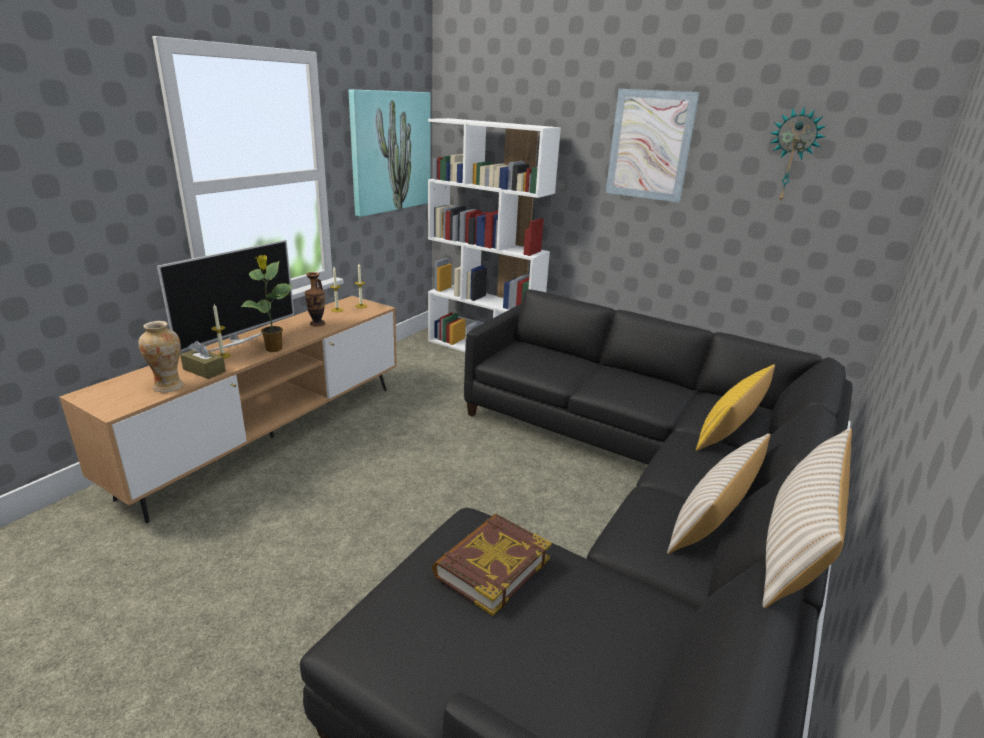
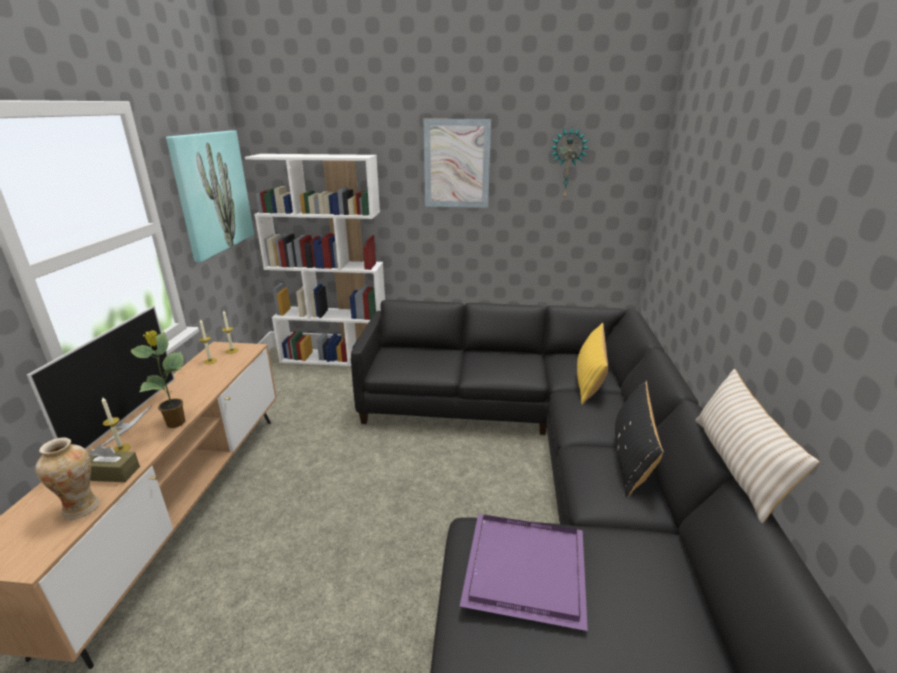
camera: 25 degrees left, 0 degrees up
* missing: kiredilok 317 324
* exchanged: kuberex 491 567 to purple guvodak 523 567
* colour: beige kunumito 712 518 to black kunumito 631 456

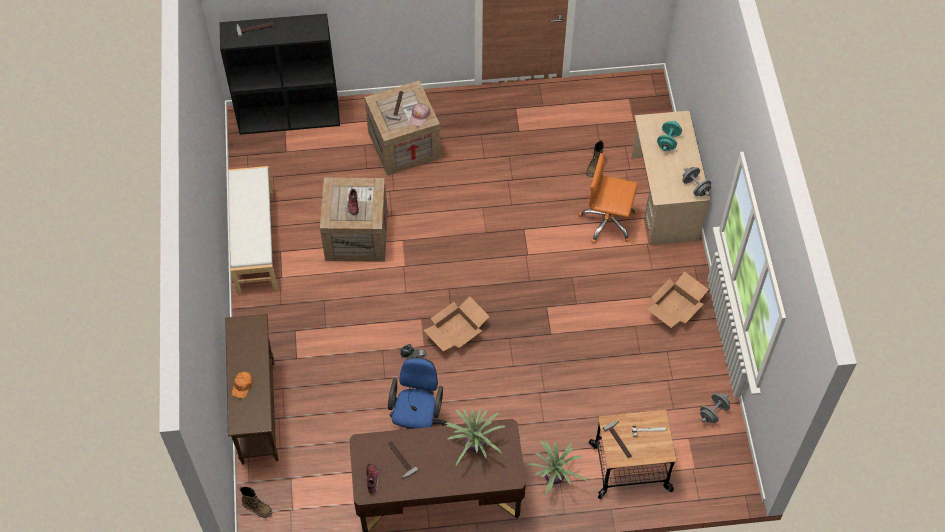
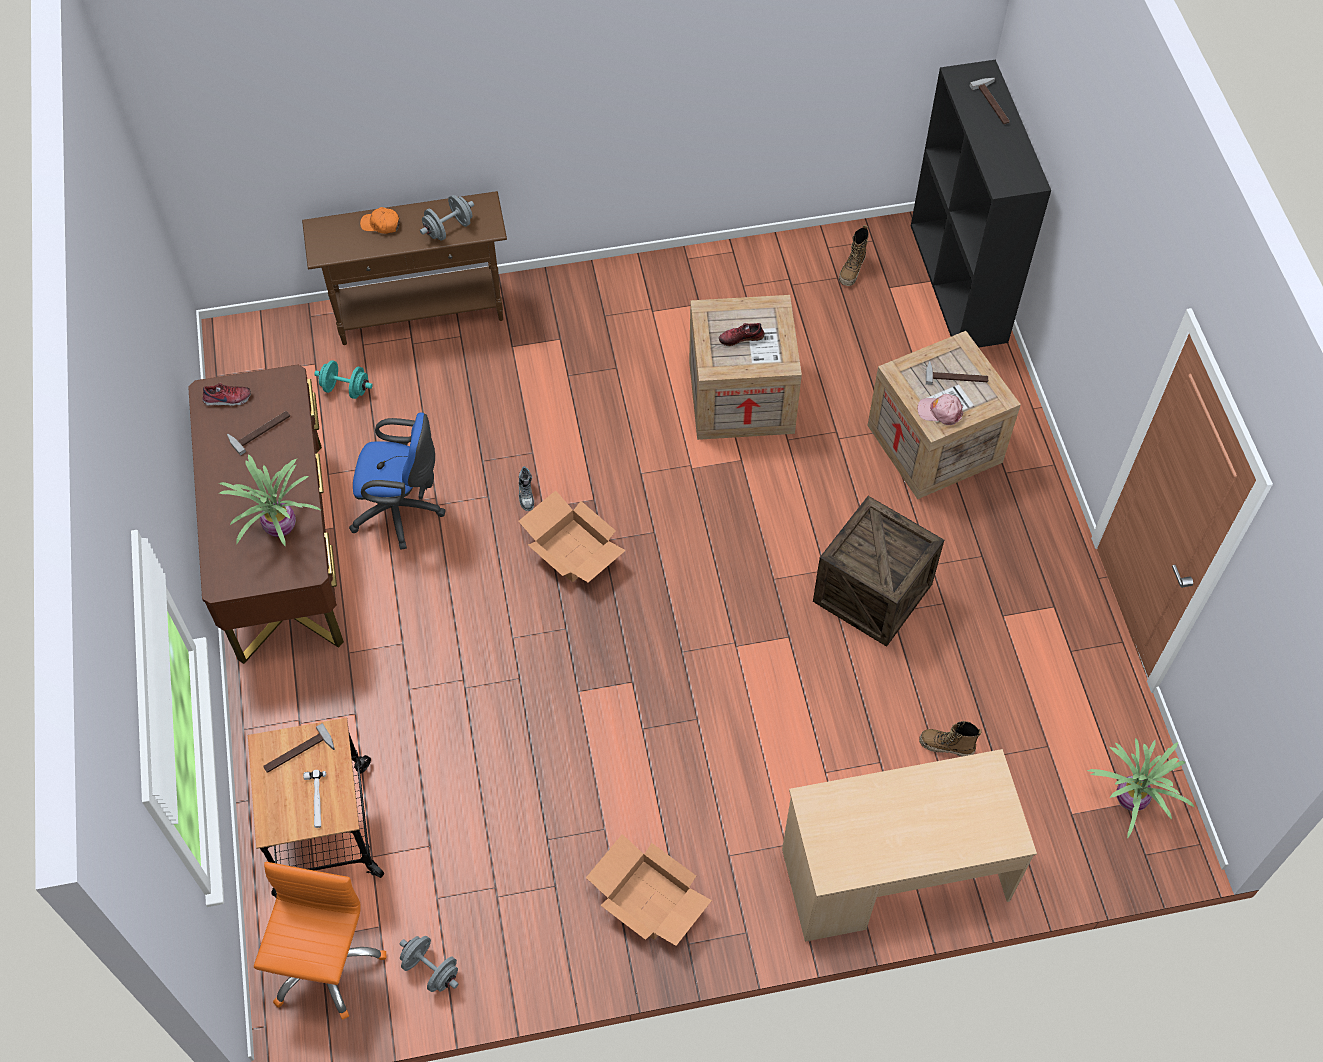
camera: 85 degrees right, 0 degrees up
* missing: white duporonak 254 241
* relocated: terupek 257 508 to 852 271
* relocated: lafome 555 478 to 1129 800
* relocated: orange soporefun 608 222 to 324 963
* relocated: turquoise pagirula 668 141 to 345 389
* relocated: grey pagirula 695 187 to 449 229
* appeared: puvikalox 872 593

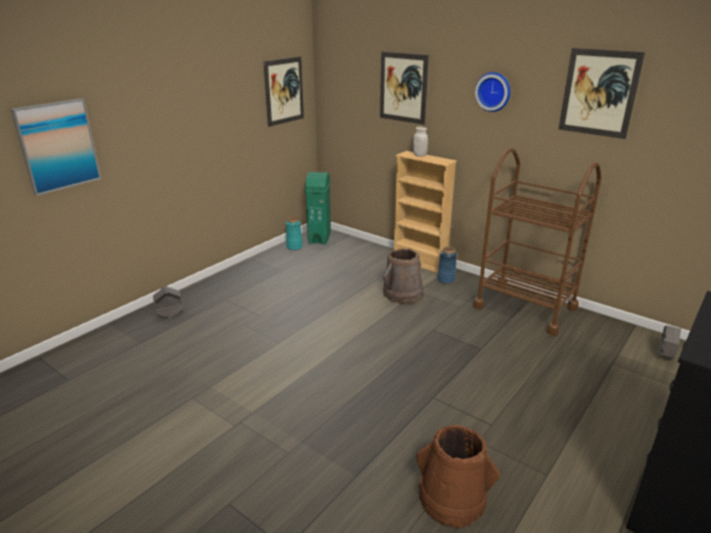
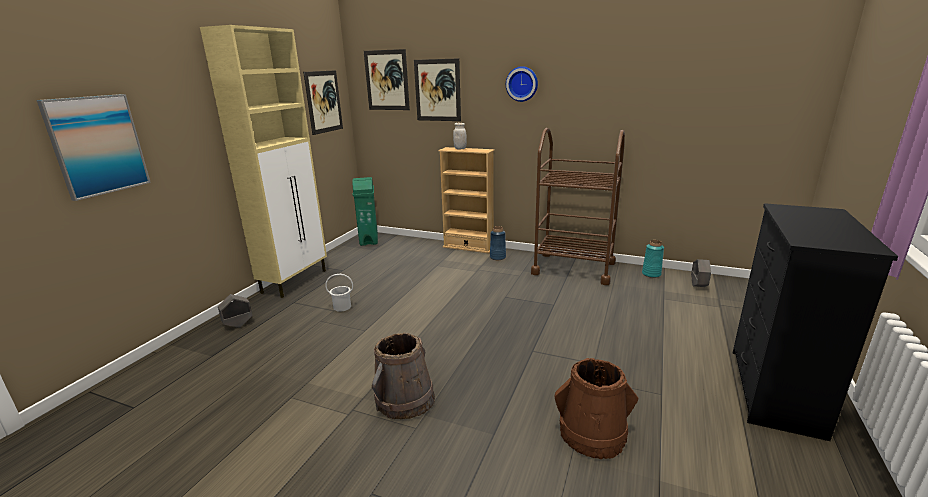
camera: 15 degrees left, 5 degrees down
* relocated: turquoise kiredilok 294 247 to 651 274
* relocated: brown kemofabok 403 294 to 405 400
* relocated: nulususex 599 93 to 387 80
* appeared: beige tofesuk 295 281
* appeared: white kemofabok 342 307

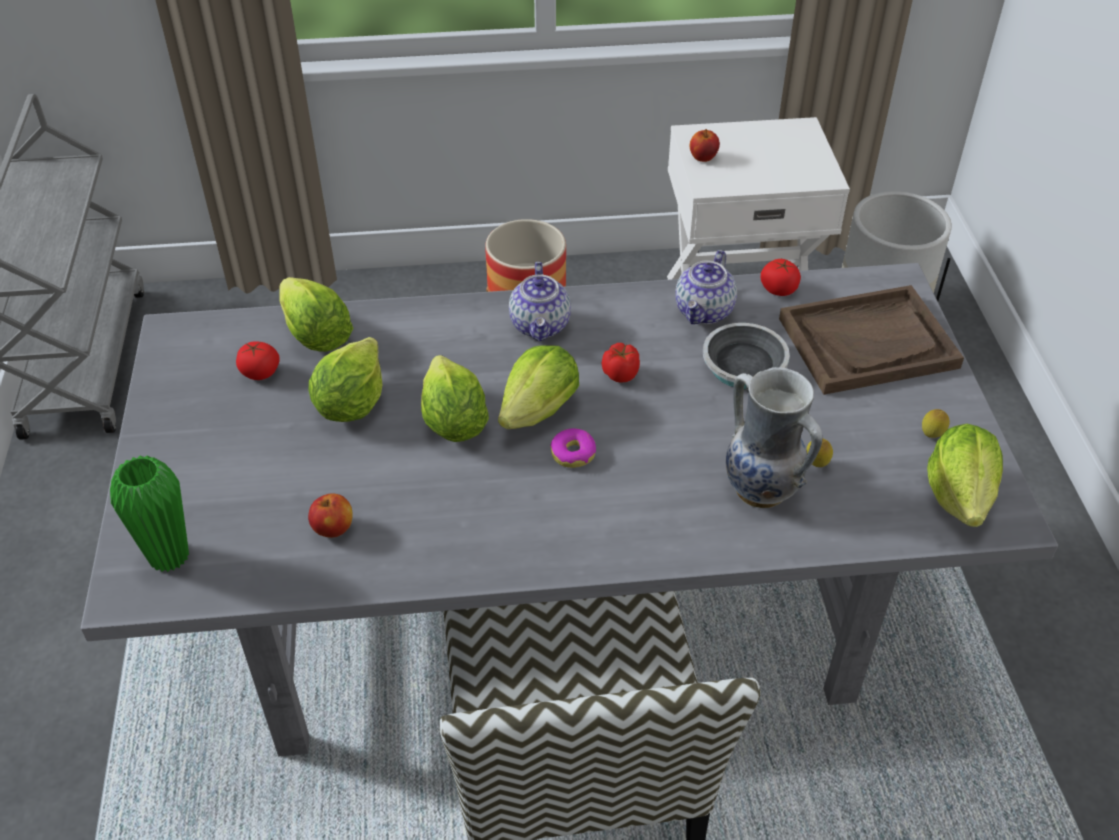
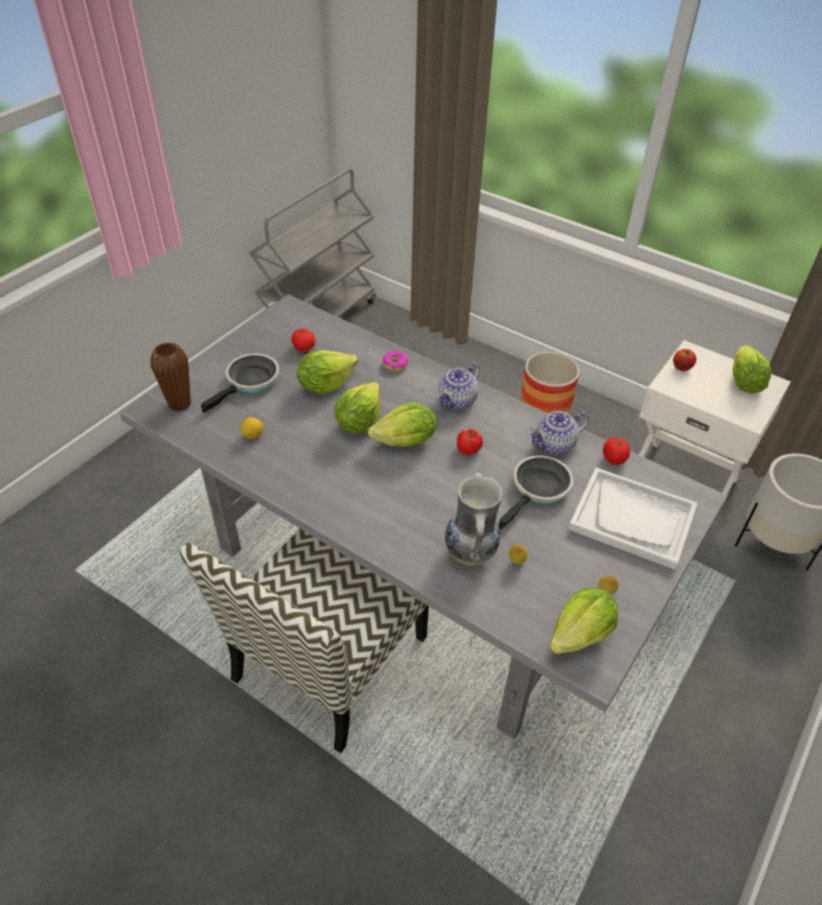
camera: 40 degrees right, 0 degrees up
* colour: green kiredilok 169 556 to brown kiredilok 180 404
* relocated: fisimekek 315 335 to 743 381
* exchanged: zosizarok 333 528 to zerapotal 253 436
* relocated: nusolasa 573 453 to 395 364
* colour: brown guvodak 868 343 to white guvodak 632 519
* appeared: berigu 250 382

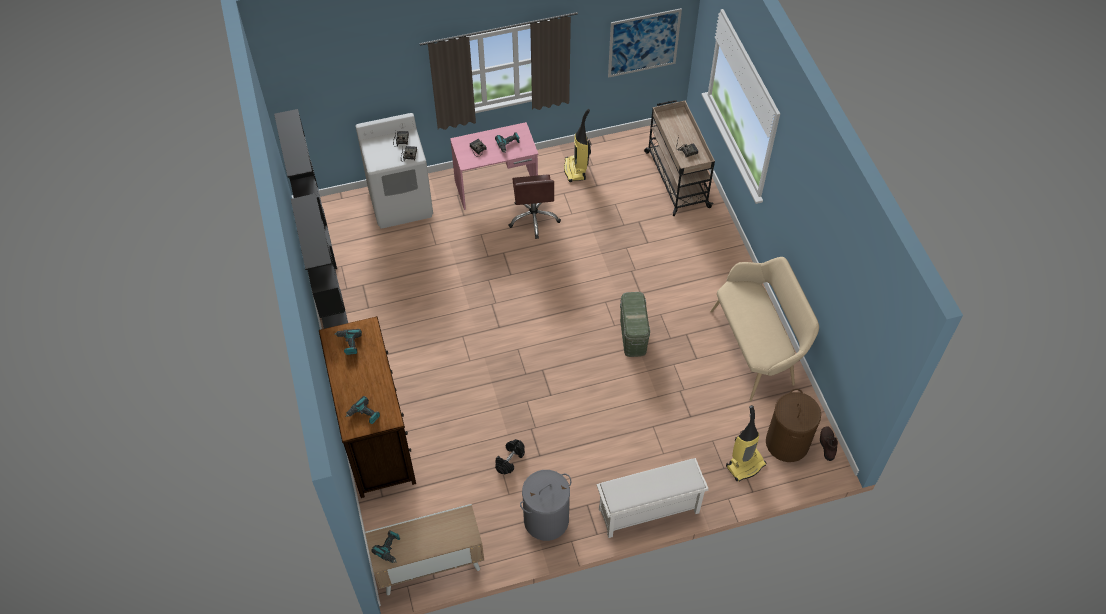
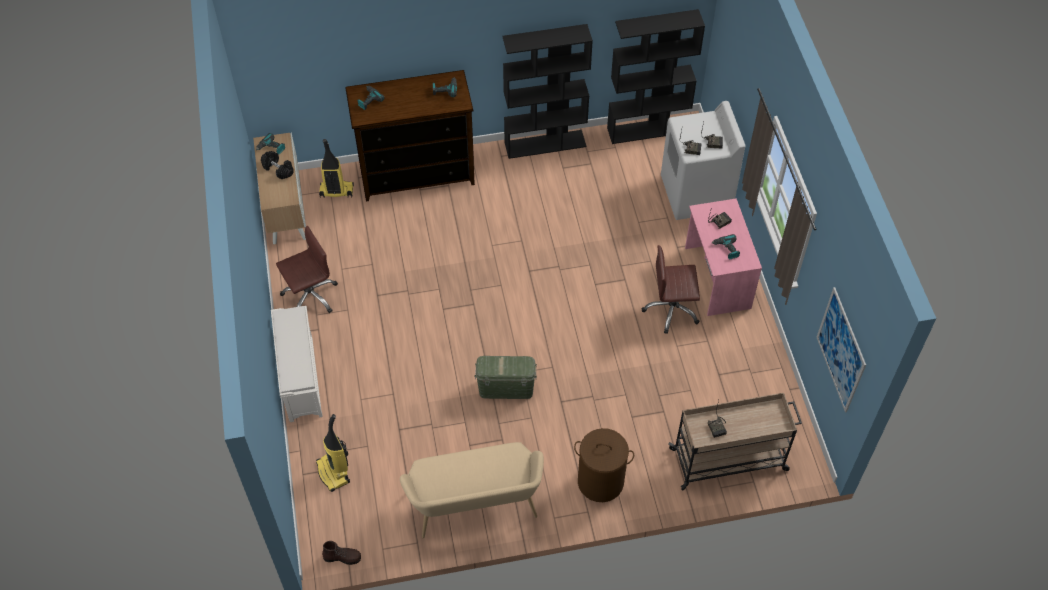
camera: 95 degrees right, 0 degrees up
* relocated: black pagirula 510 460 to 278 169
* exchanged: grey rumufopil 546 519 to brown soporefun 310 296
* relocated: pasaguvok 576 170 to 336 191
* relocated: brown rumufopil 787 443 to 600 481

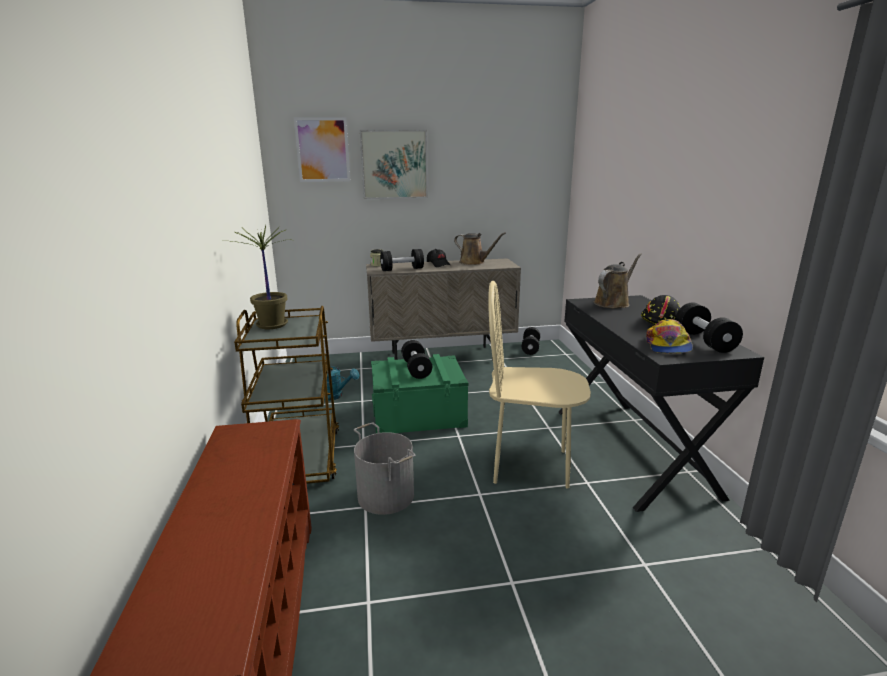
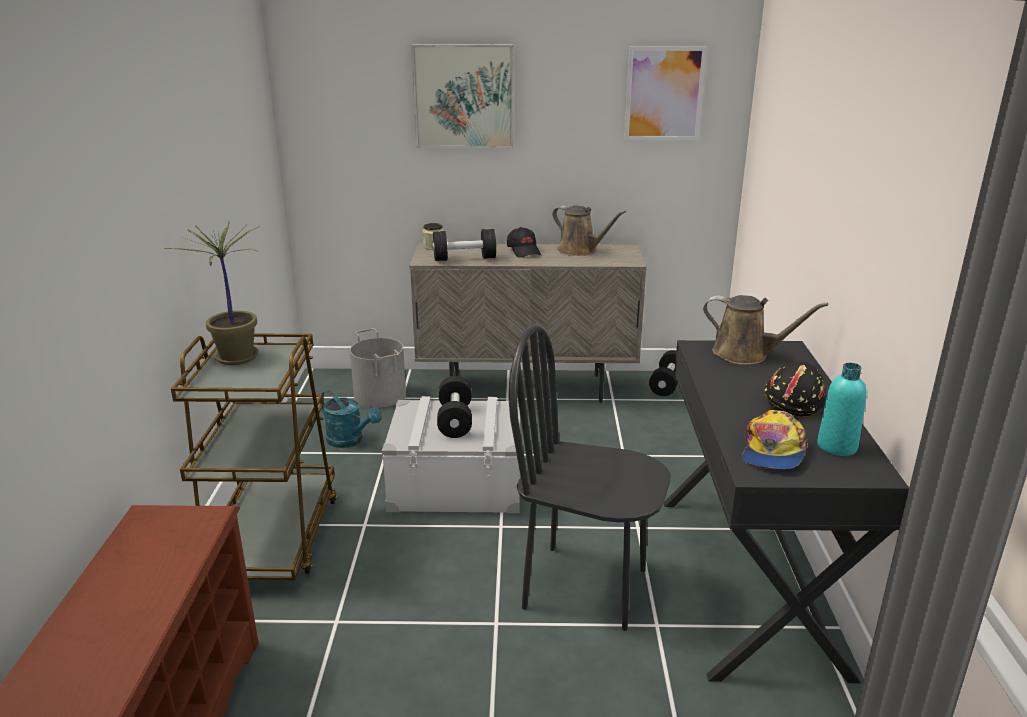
camera: 10 degrees right, 5 degrees up
* relocated: nulususex 322 150 to 664 94
* relocated: grey kemofabok 385 496 to 379 395
* colour: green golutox 418 413 to grey golutox 457 482
* colour: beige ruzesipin 530 465 to black ruzesipin 585 587
* spun: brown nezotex 613 303 = 745 354 60 degrees clockwise
* exchanged: black pagirula 704 341 to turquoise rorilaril 837 446

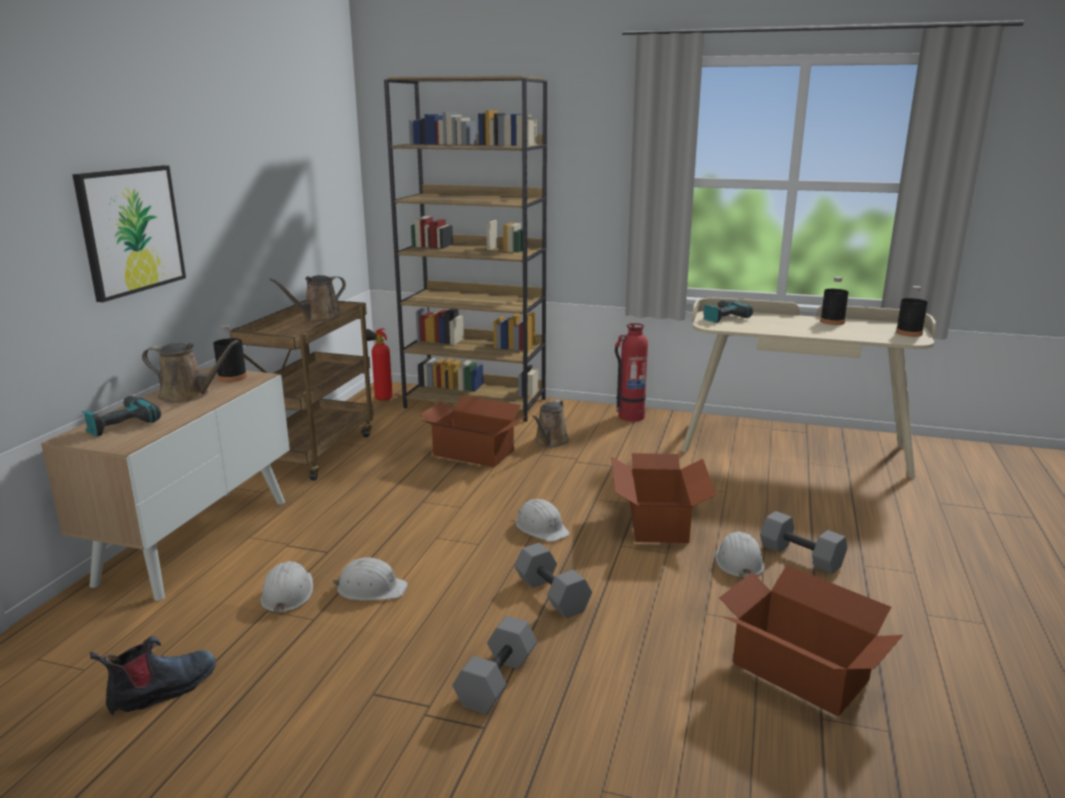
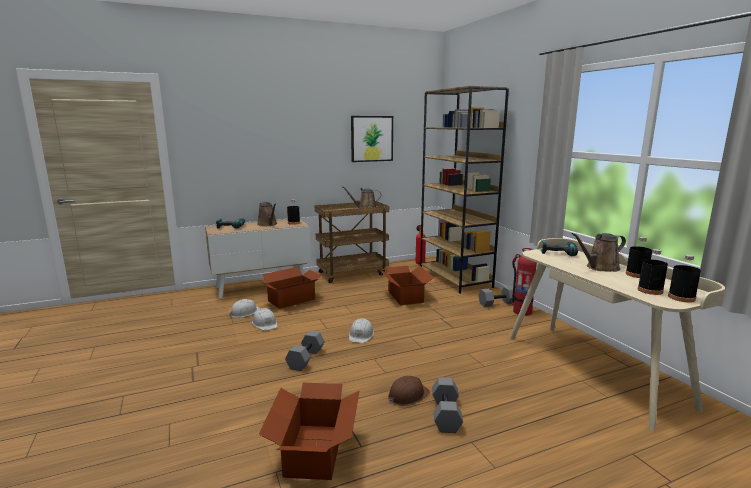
camera: 50 degrees right, 5 degrees down
* relocated: nulususex 131 230 to 371 138
* missing: terupek 163 690
* relocated: grey pagirula 495 679 to 497 303
* relocated: brown nezotex 550 442 to 600 268
* relocated: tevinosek 659 521 to 292 300
* colour: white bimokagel 738 561 to brown bimokagel 407 395
* appeared: black rorilaril 650 290

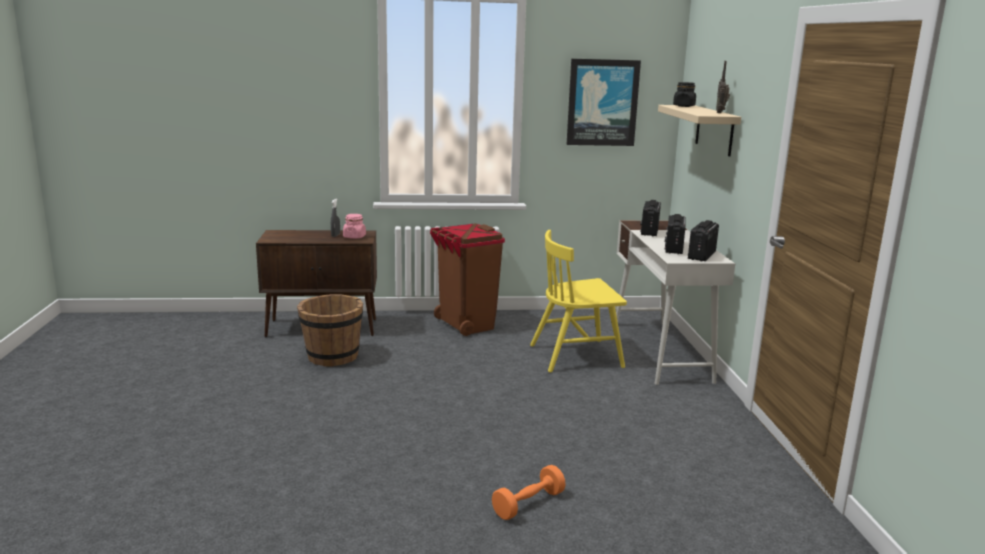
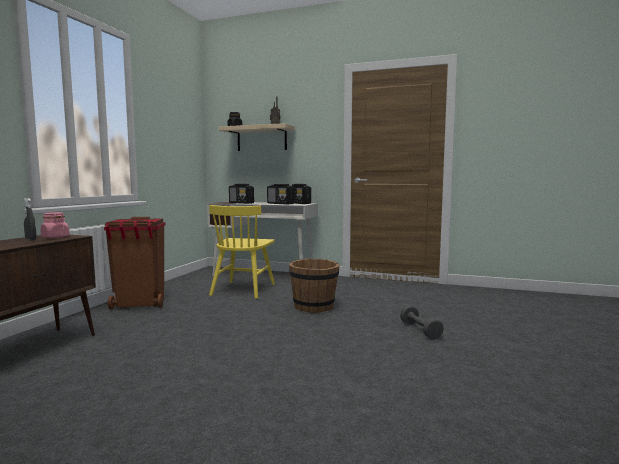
camera: 65 degrees left, 10 degrees down
* relocated: brown kemofabok 332 357 to 314 307
* colour: orange pagirula 528 504 to grey pagirula 420 331
* missing: nulususex 602 102

